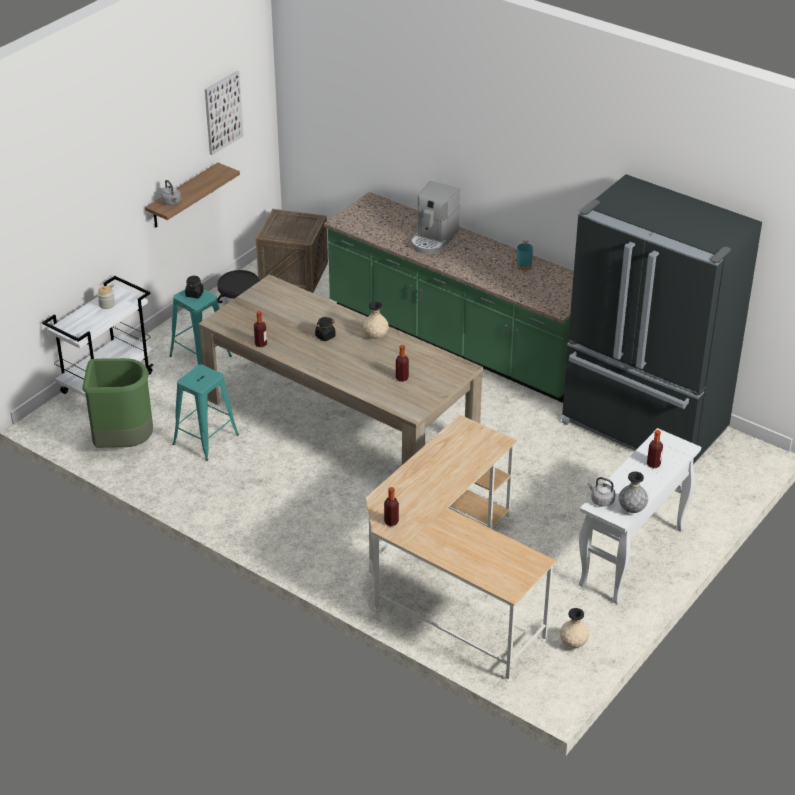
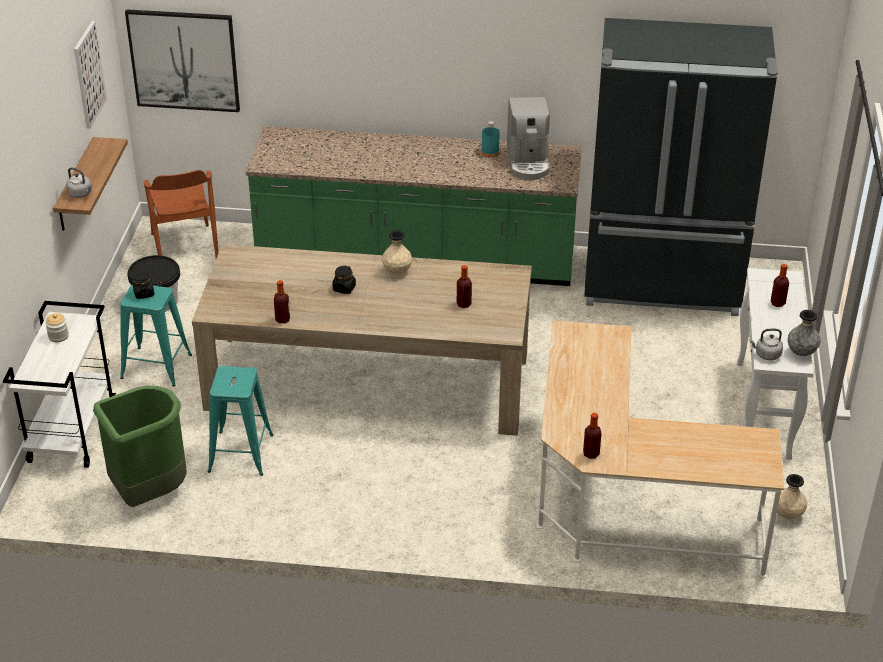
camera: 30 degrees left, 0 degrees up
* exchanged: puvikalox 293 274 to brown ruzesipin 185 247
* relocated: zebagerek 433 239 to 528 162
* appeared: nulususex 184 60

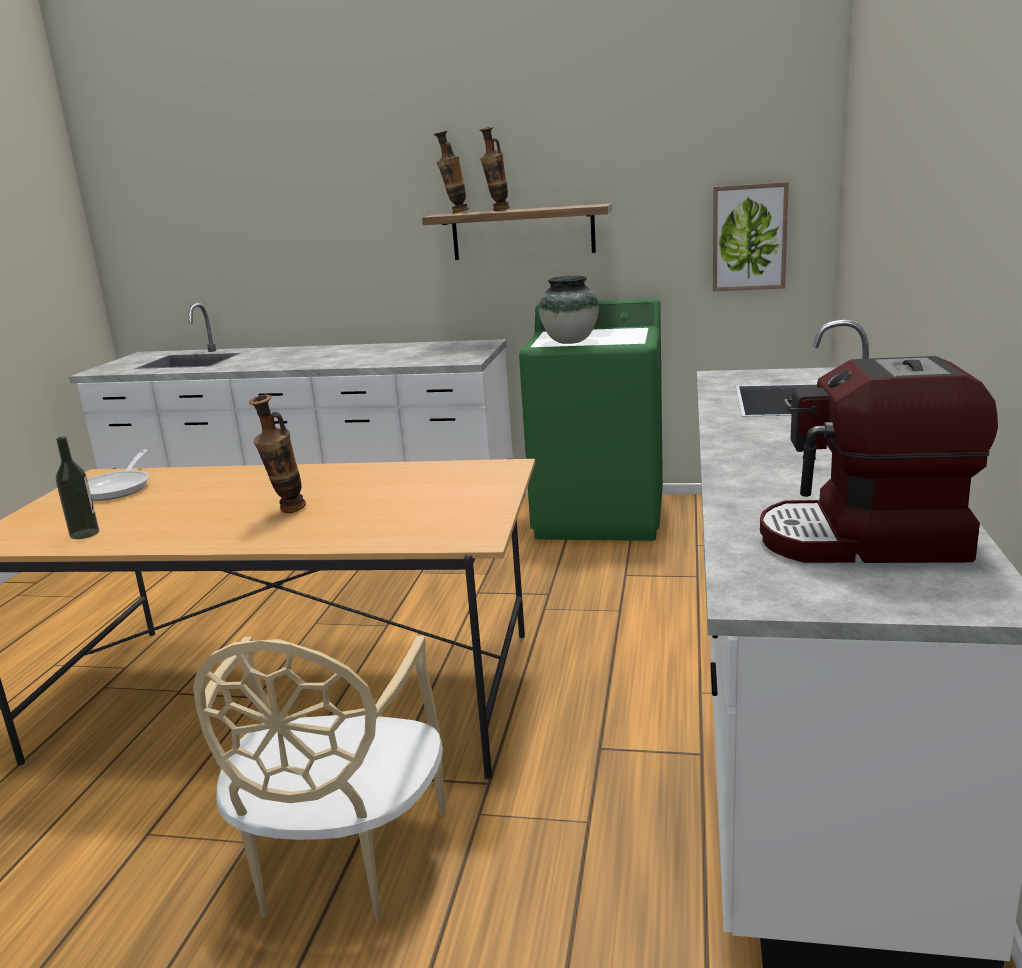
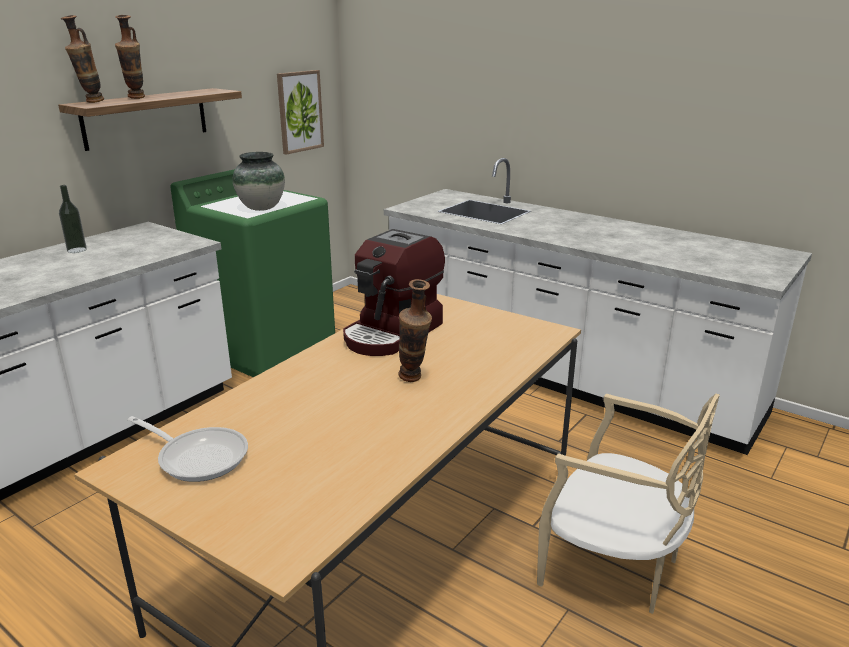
camera: 65 degrees left, 5 degrees up
* relocated: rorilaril 84 534 to 77 250
* relocated: zebagerek 865 541 to 393 333

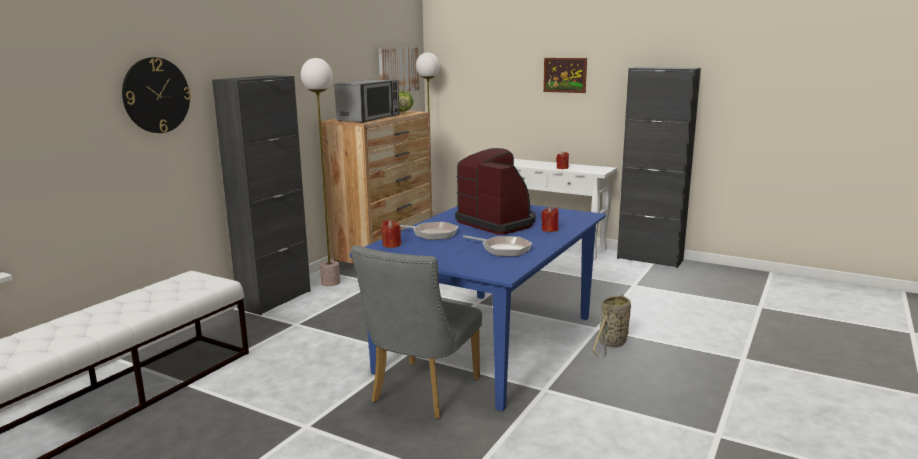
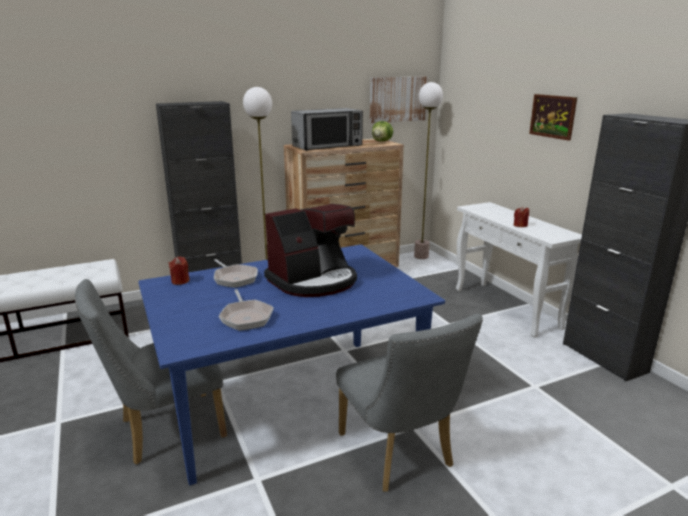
camera: 35 degrees right, 5 degrees up
* missing: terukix 156 95
* spun: zebagerek 497 223 = 313 281 60 degrees clockwise
* missing: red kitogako 549 230
* exchanged: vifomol 611 344 to grey ruzesipin 399 455

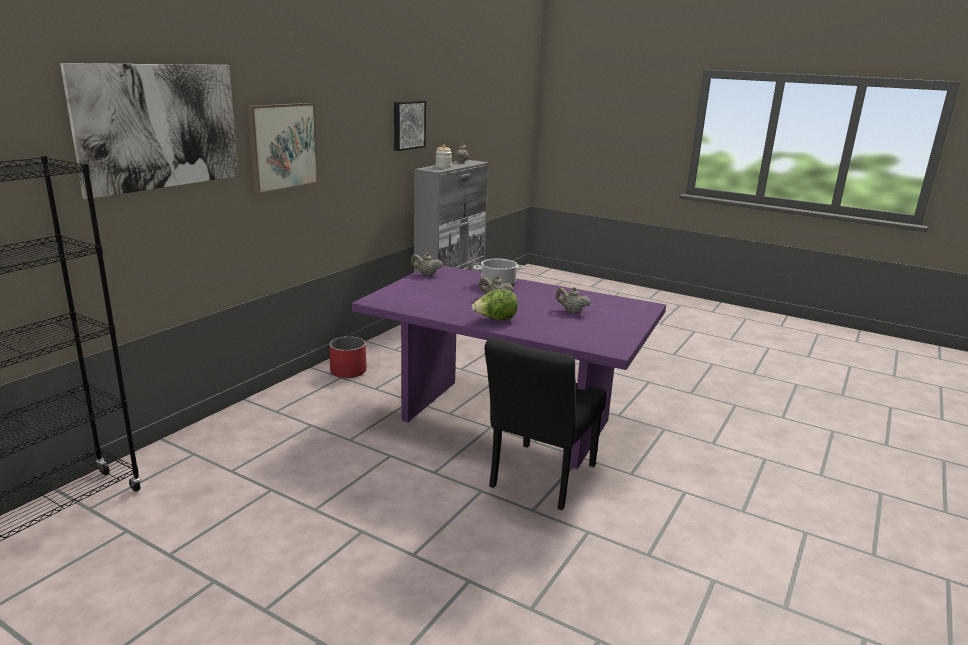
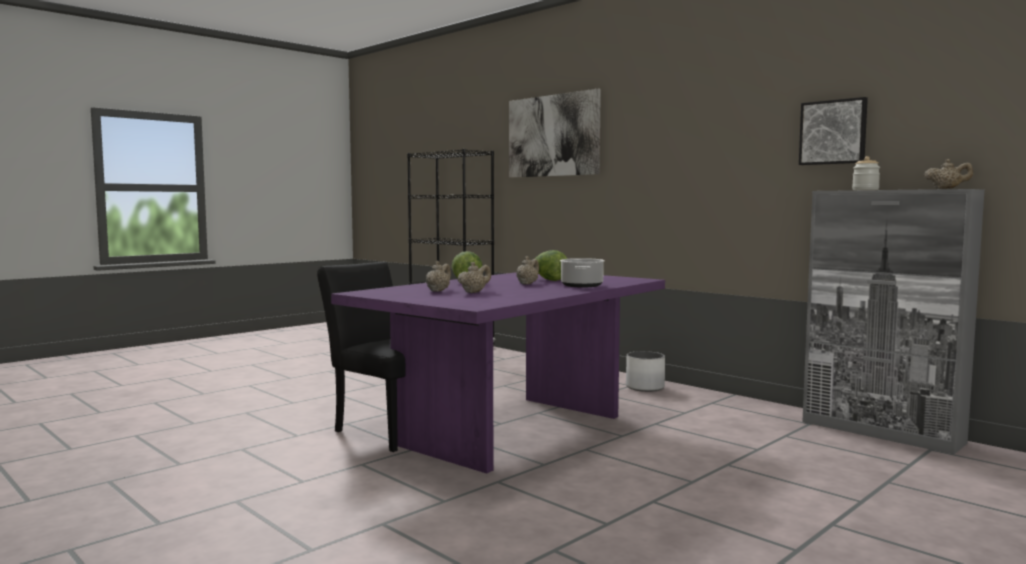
camera: 105 degrees right, 15 degrees down
* missing: nulususex 282 146
* colour: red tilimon 348 371 to white tilimon 645 387
* relocated: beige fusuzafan 426 274 to 438 291
* appeared: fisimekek 549 280

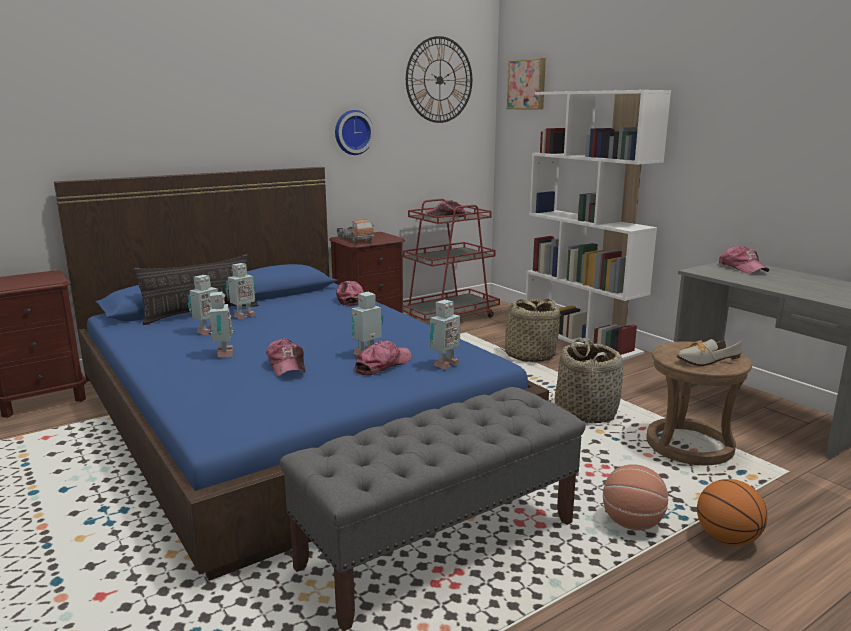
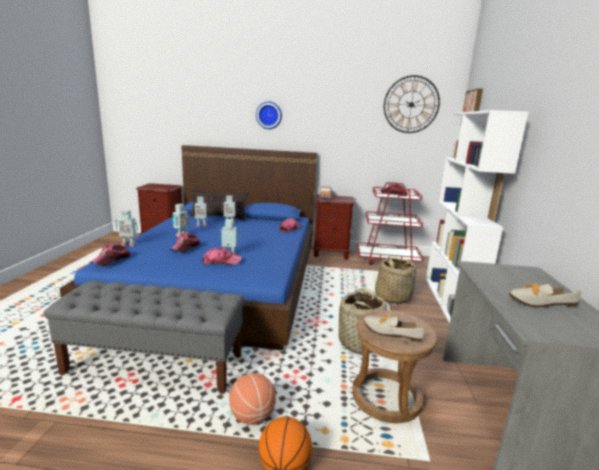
camera: 40 degrees right, 0 degrees up
* relocated: terukix 352 132 to 269 115
* relocated: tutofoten 444 364 to 128 244
* relocated: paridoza 742 268 to 111 260
* appeared: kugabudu 536 302

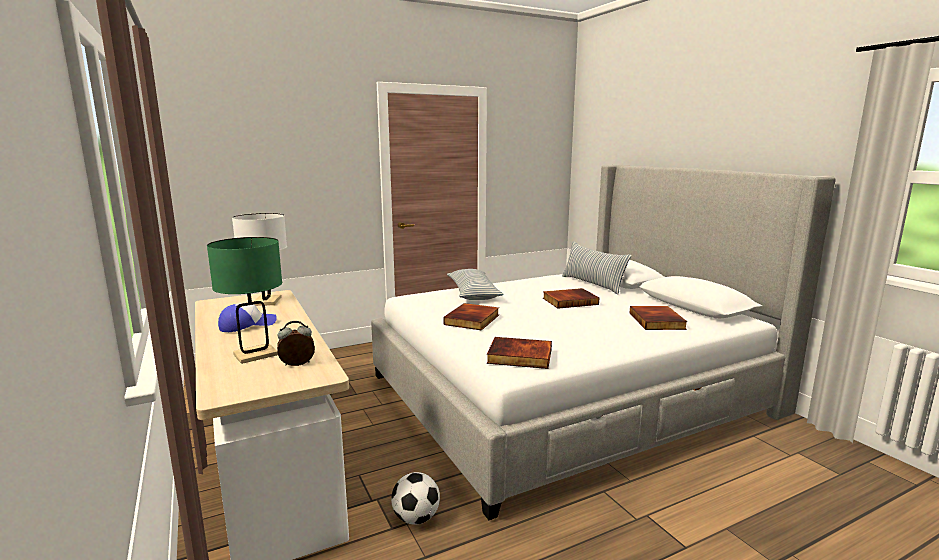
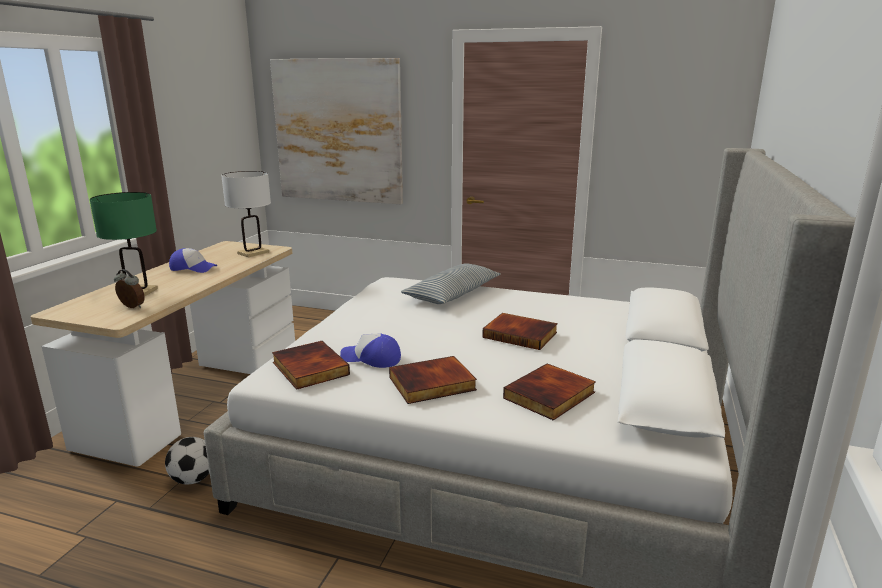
camera: 45 degrees right, 5 degrees up
* relocated: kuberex 473 320 to 432 384
* missing: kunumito 593 284
* appeared: nulususex 338 131
* appeared: paridoza 371 359

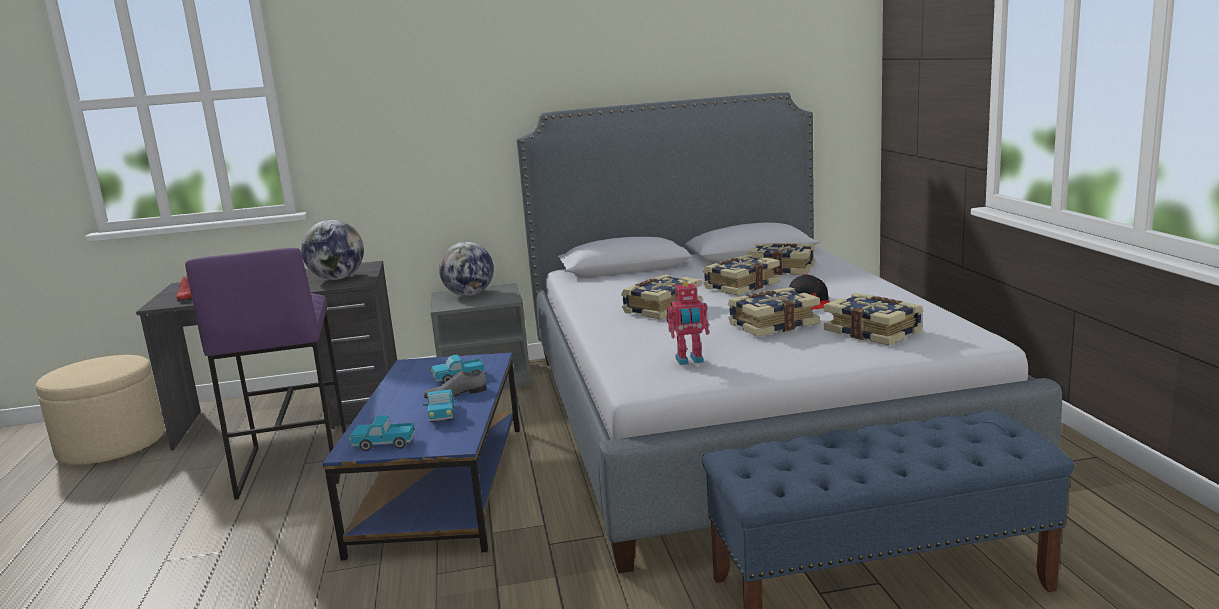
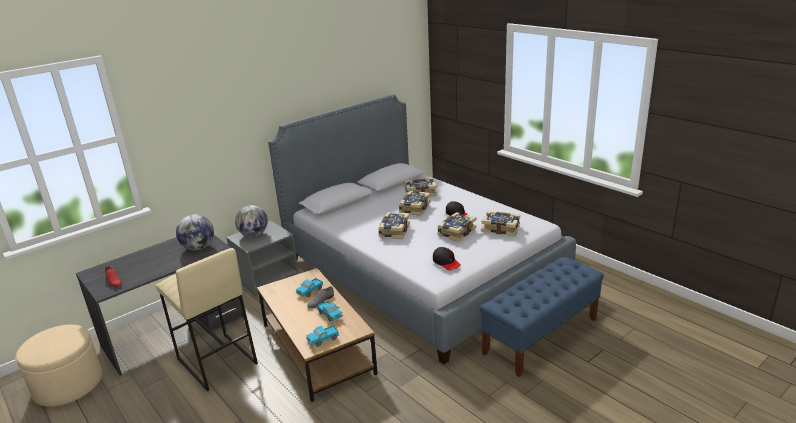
camera: 30 degrees left, 10 degrees up
* colour: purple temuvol 293 465 to beige temuvol 216 361
* colour: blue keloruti 443 486 to brown keloruti 317 348
* exchanged: tutofoten 690 360 to black paridoza 446 262

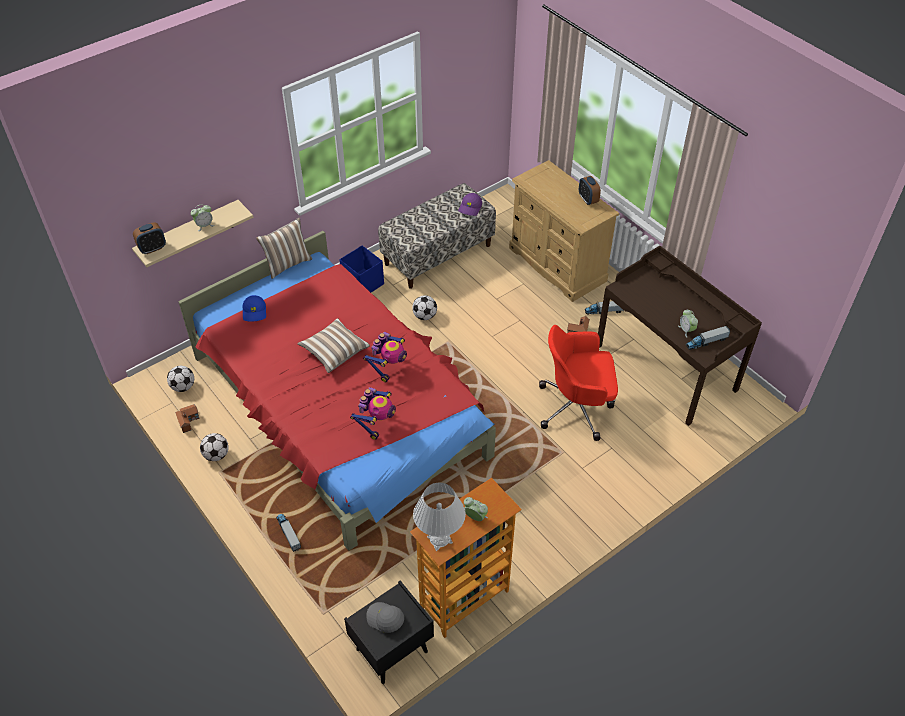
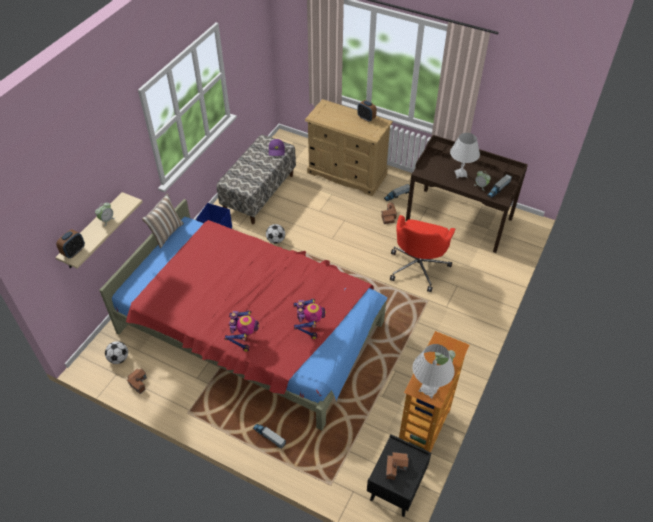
camera: 25 degrees left, 0 degrees up
* missing: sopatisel 216 455
* missing: blue paridoza 255 312
* missing: kunumito 334 352
* relocated: tutofoten 389 367 to 244 338
* exchanged: grey paridoza 385 619 to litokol 396 467
* spun: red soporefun 577 407 = 418 267 45 degrees counterclockwise
* appeared: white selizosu 460 174

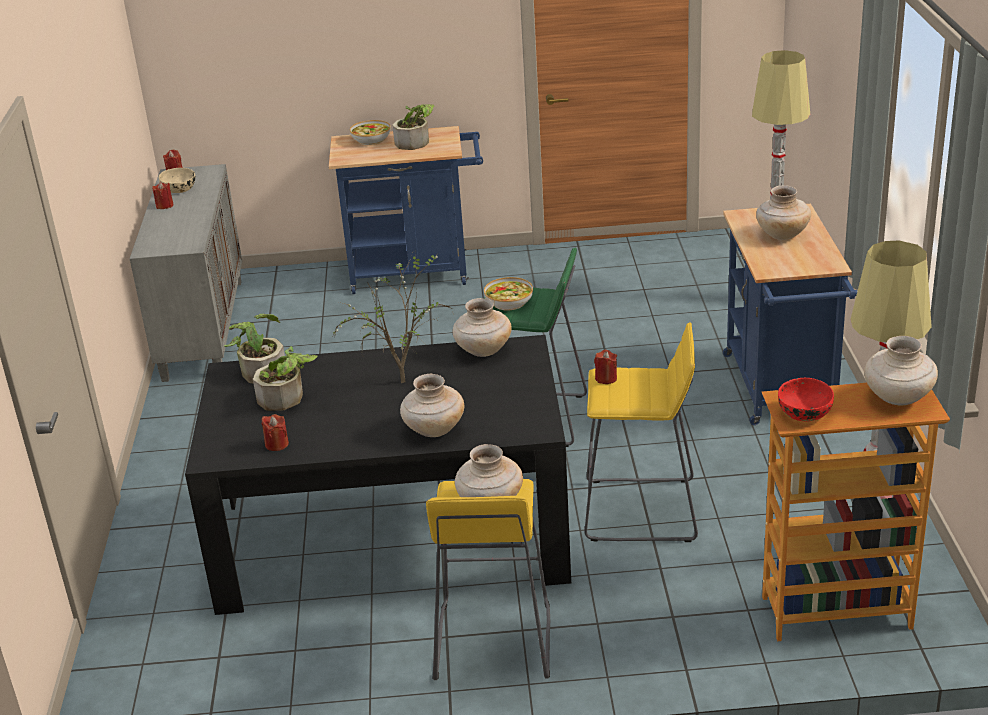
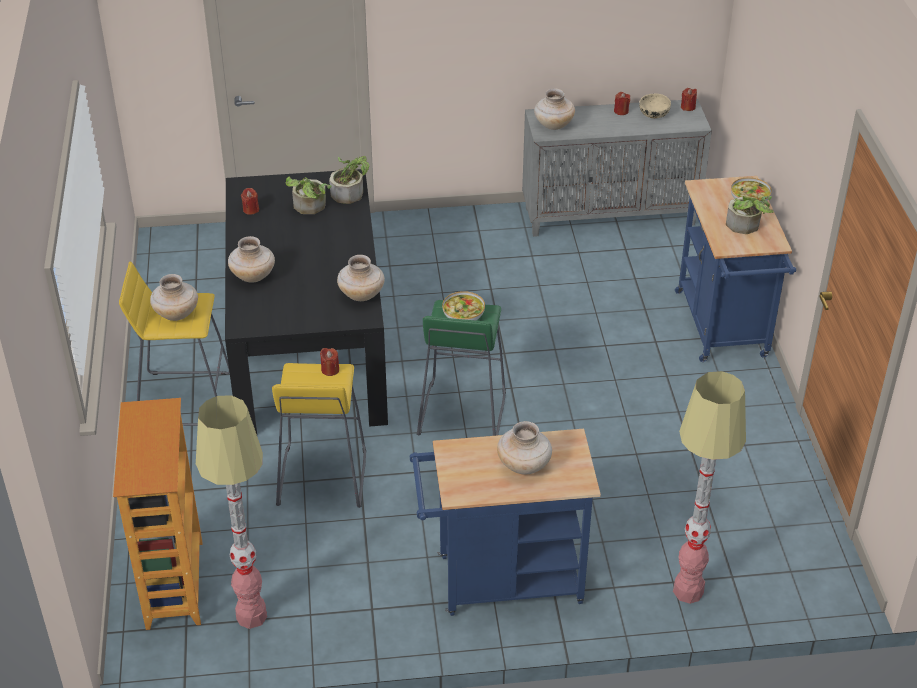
camera: 85 degrees right, 10 degrees up
* missing: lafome 403 379
* missing: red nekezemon 804 413
* relocated: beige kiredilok 897 398 to 553 125

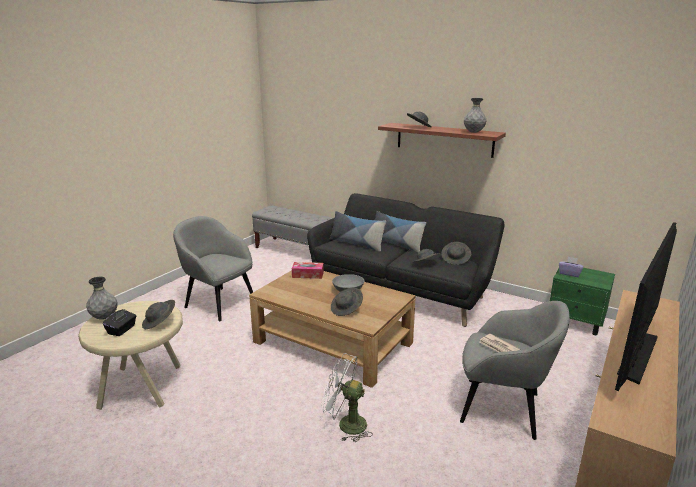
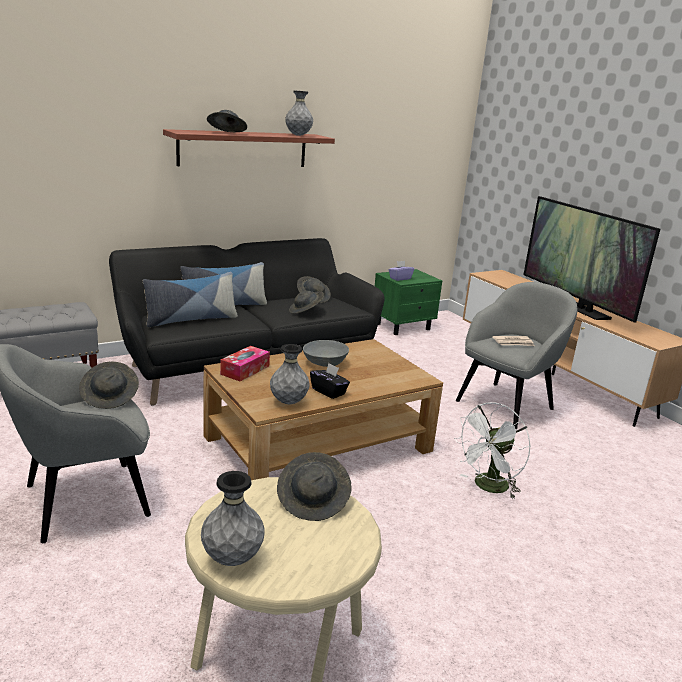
camera: 65 degrees left, 0 degrees up
* relocated: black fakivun 122 330 to 329 391
* relocated: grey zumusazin 346 309 to 110 397
* appeared: grey kiredilok 288 402

